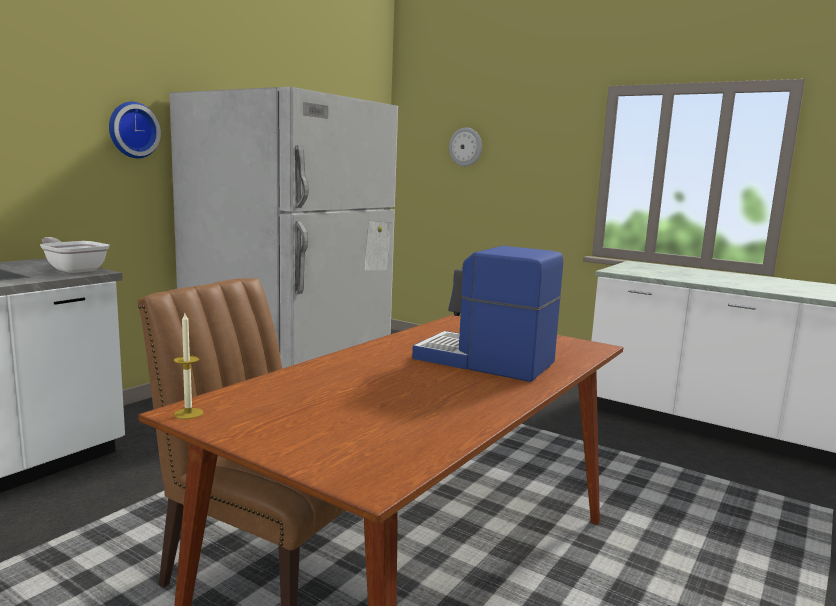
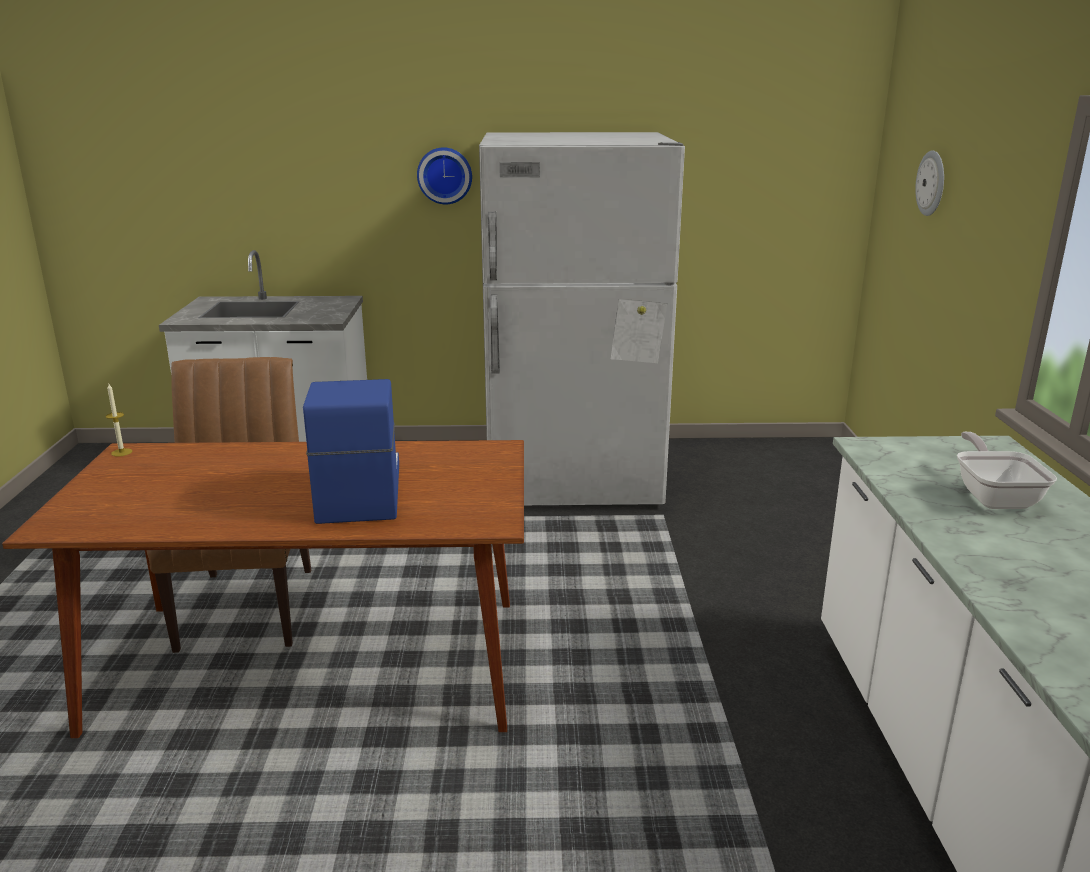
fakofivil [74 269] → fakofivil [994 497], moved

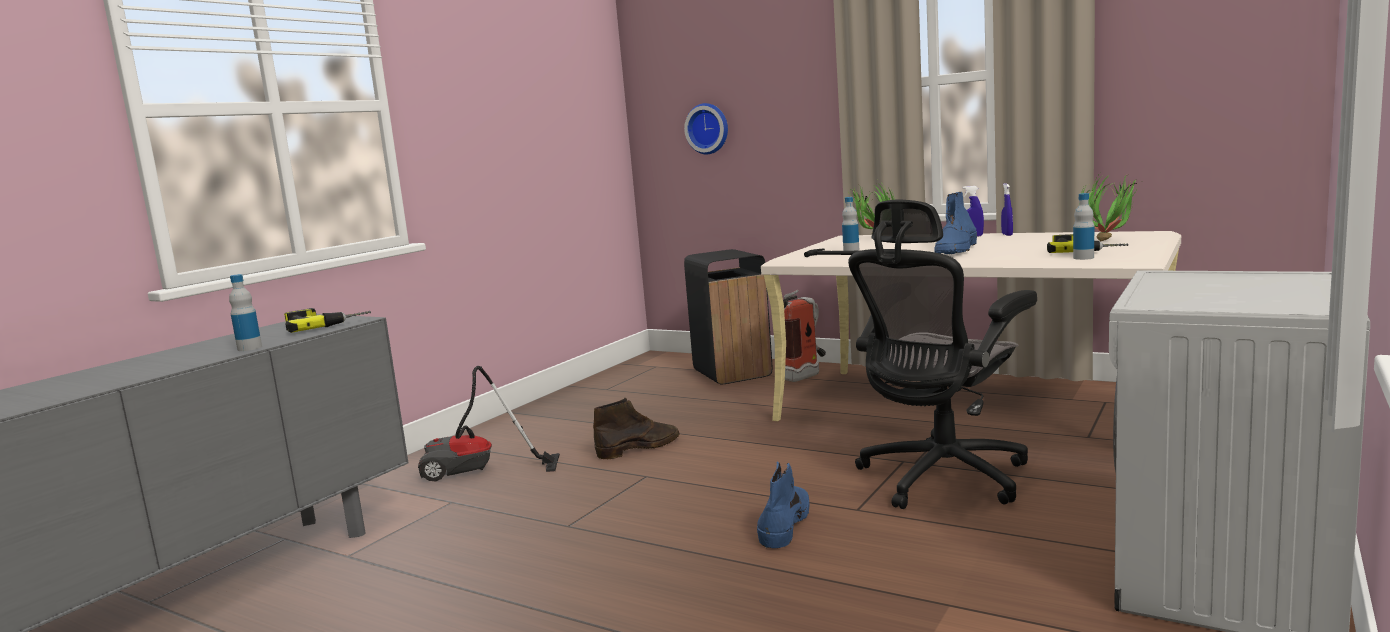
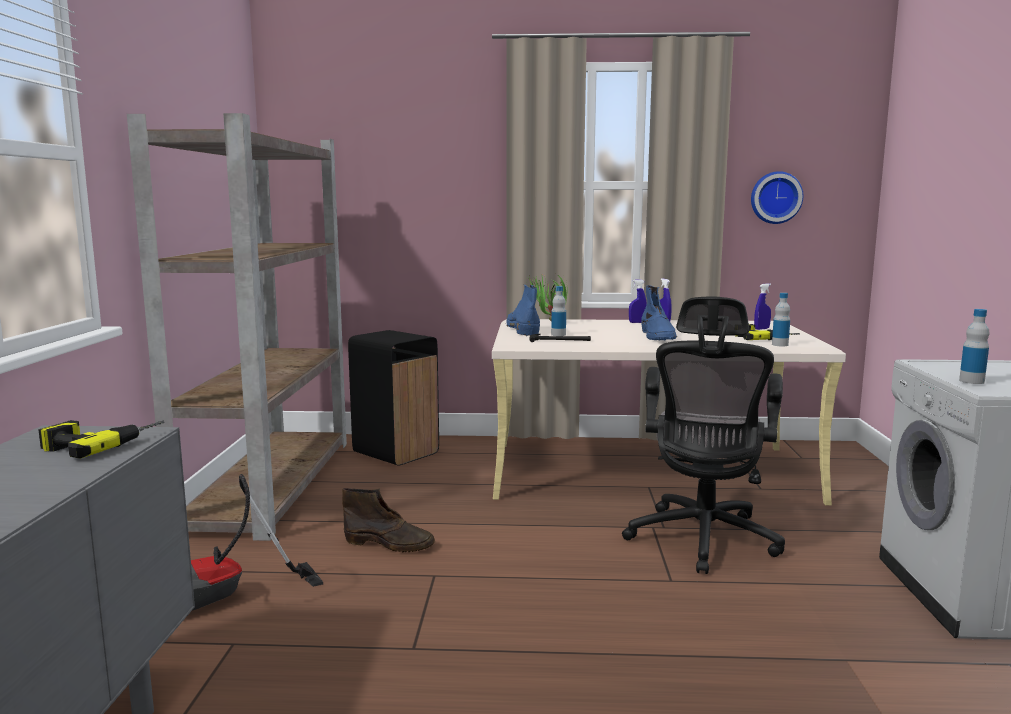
- → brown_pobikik [271 484]
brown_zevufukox [639 447] → brown_zevufukox [390 544], 75 degrees clockwise
blue_zevufukox [785 523] → blue_zevufukox [522 329], moved
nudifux [708 128] → nudifux [775 197], moved
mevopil [1112 240] → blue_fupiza [761 329]
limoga [249 348] → limoga [971 381], moved
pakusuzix [806 376] → -

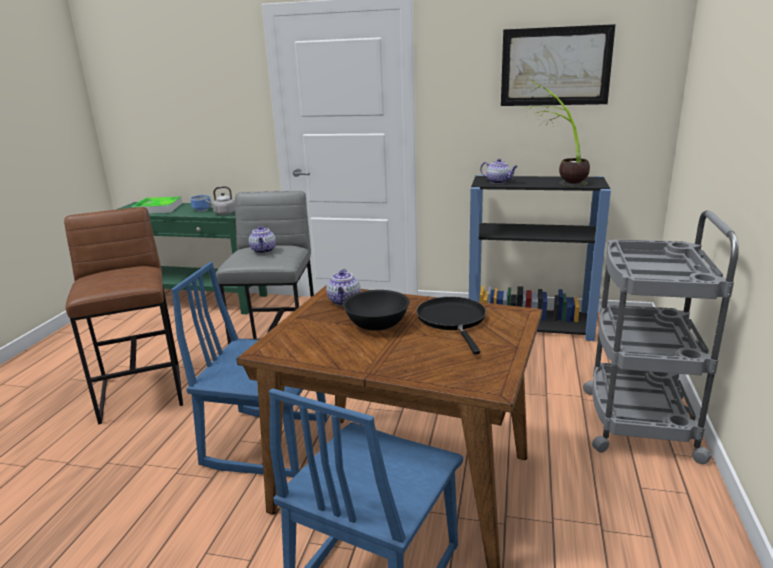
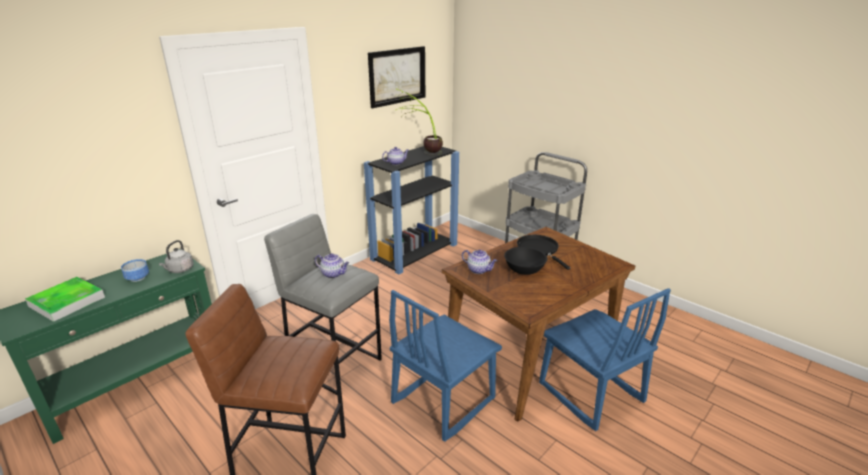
black_fakofivil [452 320] → black_fakofivil [539 249], 45 degrees clockwise

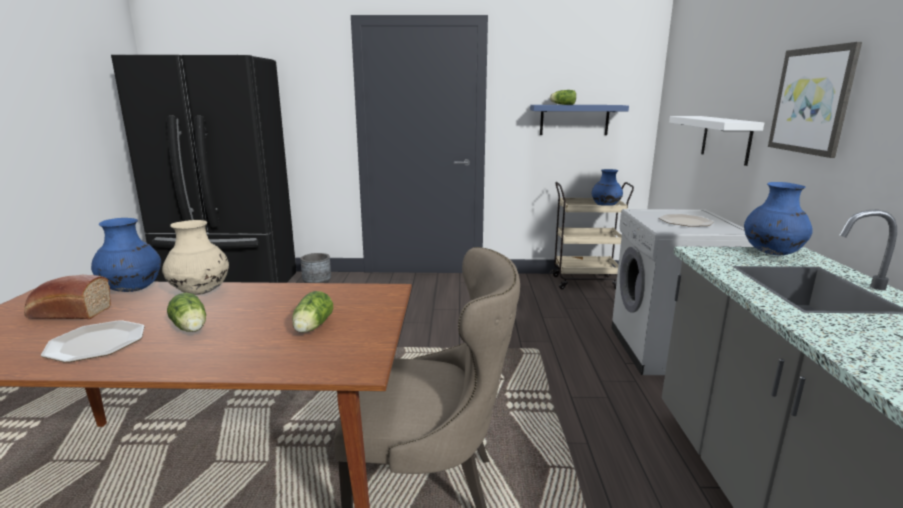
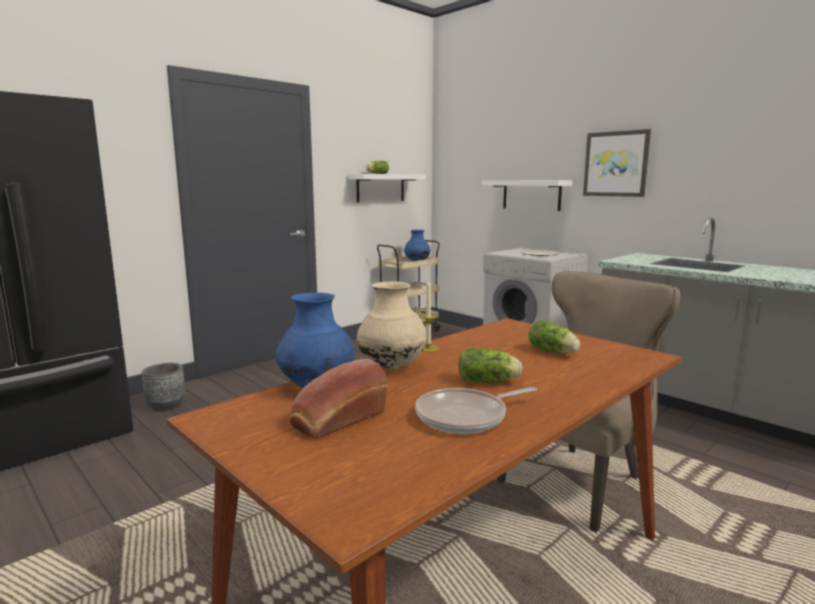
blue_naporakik [574 120] → white_naporakik [380 188]
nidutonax [96 343] → fakofivil [466 417]
- → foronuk [428 348]
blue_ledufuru [771 253] → -

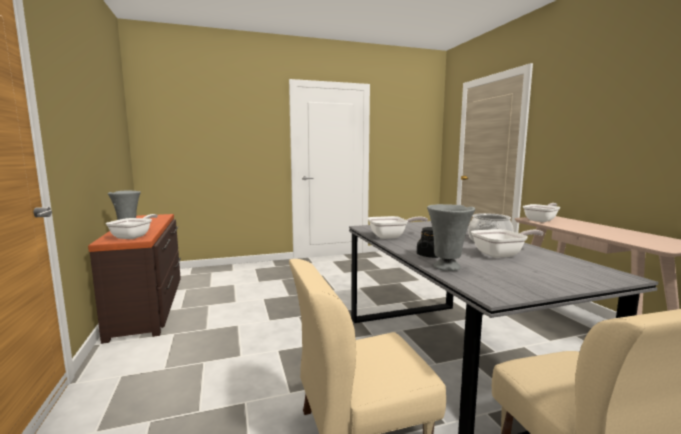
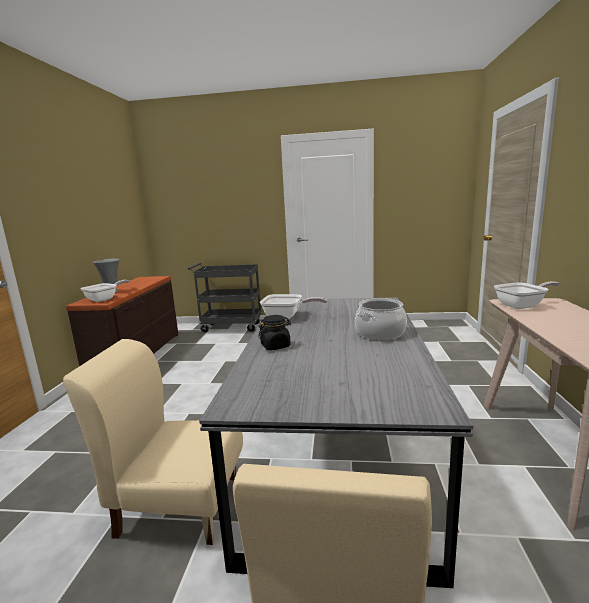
- → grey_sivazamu [230 328]
grey_ledufuru [447 267] → -
fakofivil [502 254] → -

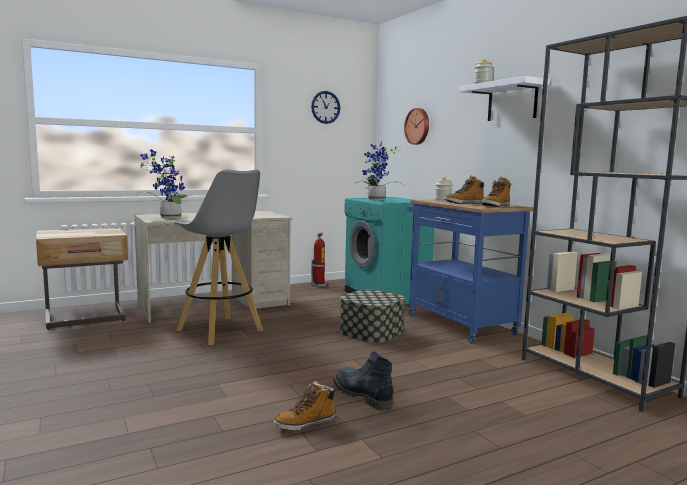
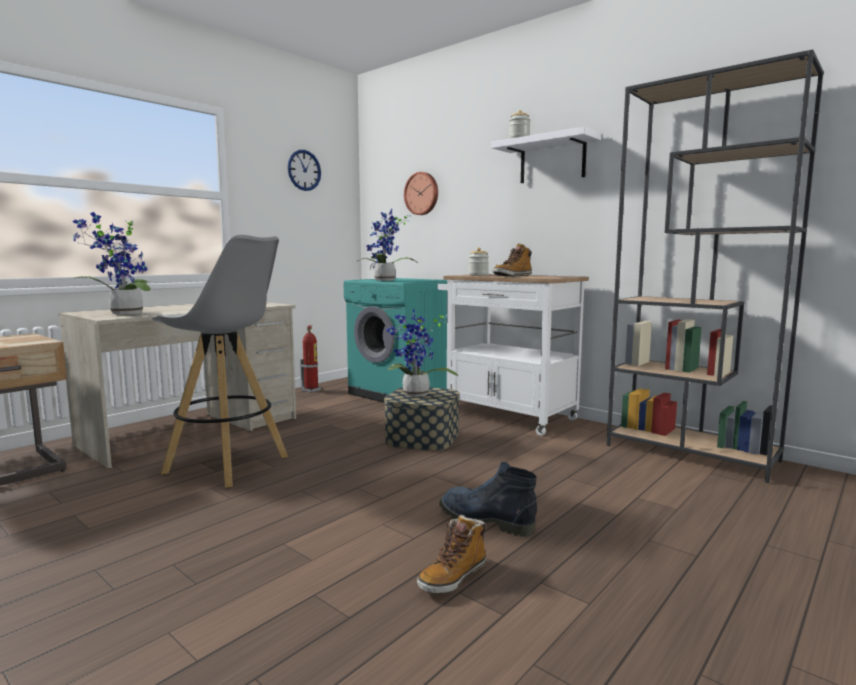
- → mevopil [415 395]
blue_sivazamu [458 324] → white_sivazamu [506 415]
zevufukox [495 206] → -

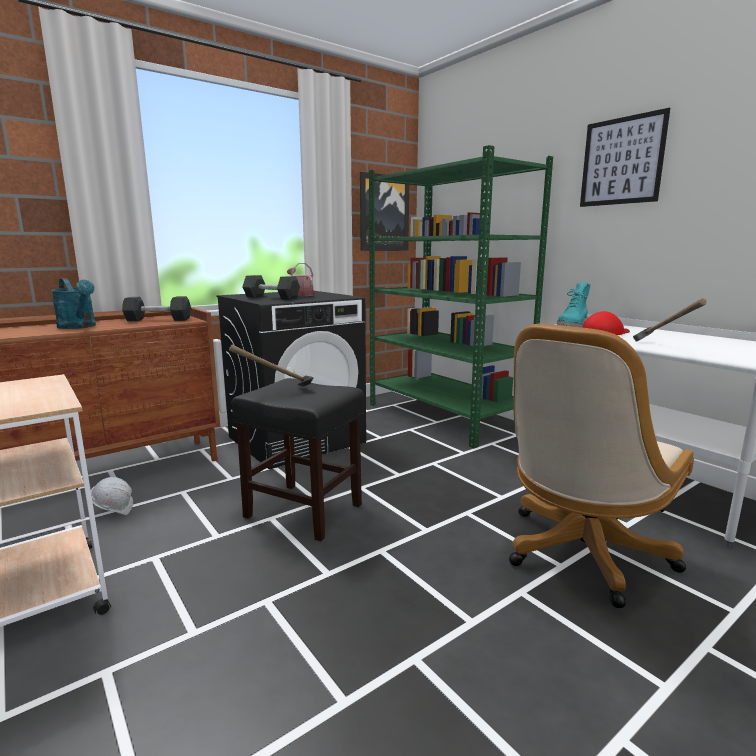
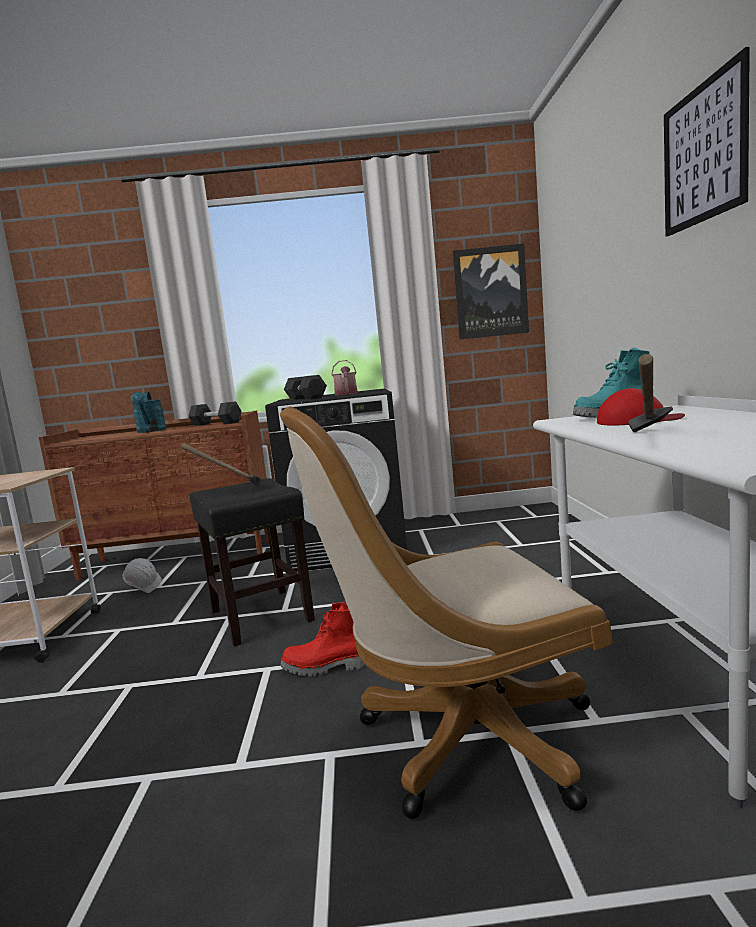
- → red_zevufukox [326 667]
green_pobikik [445 416] → -

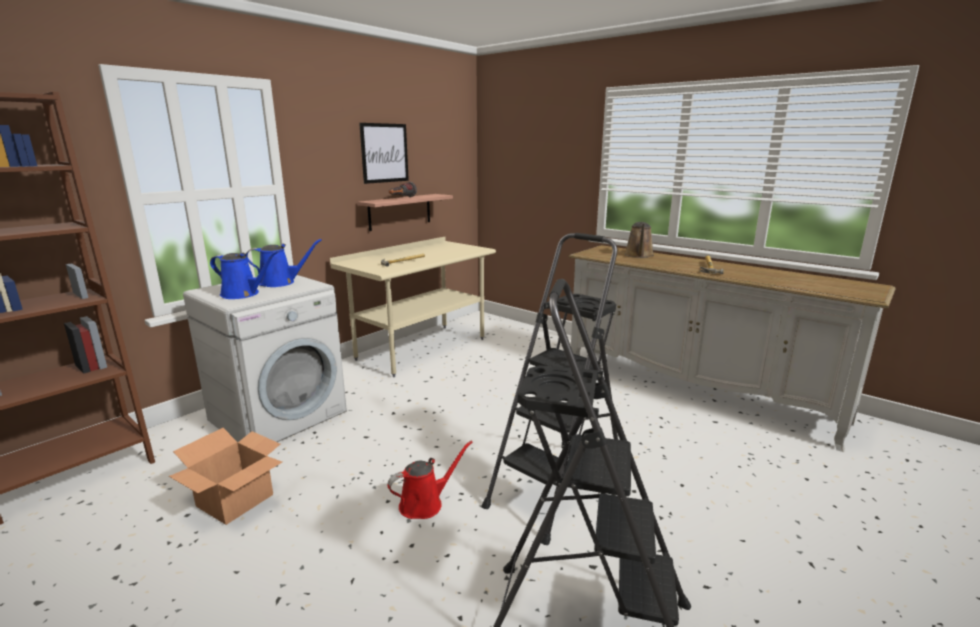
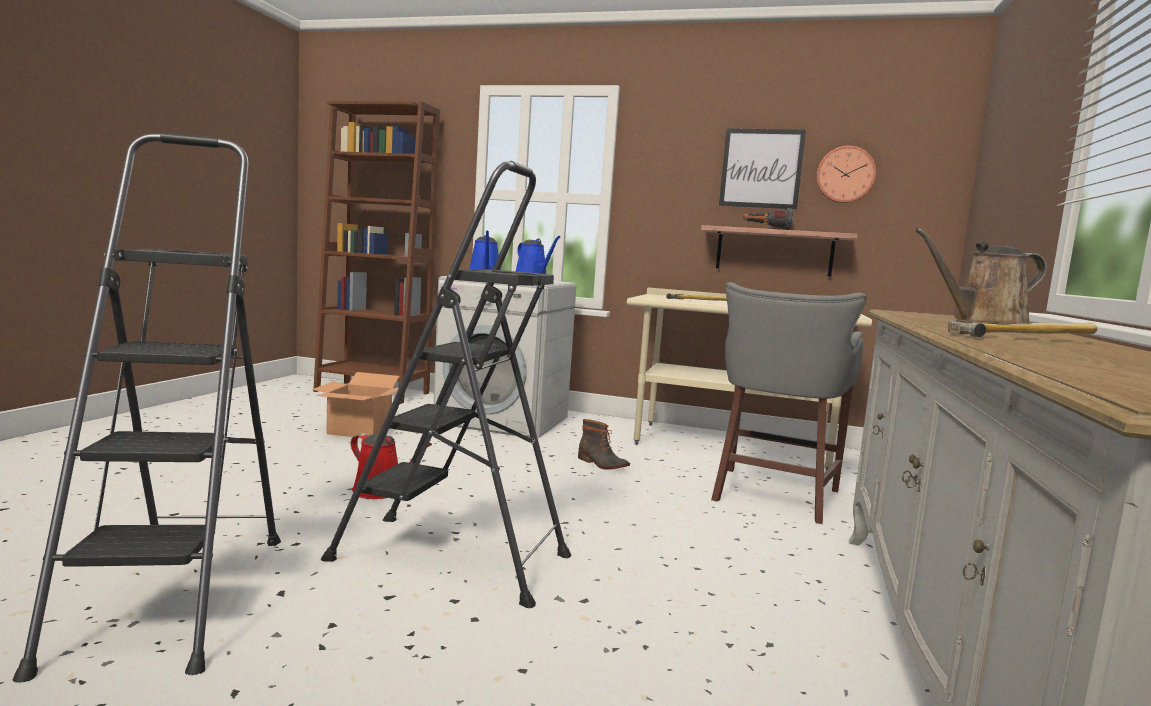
- → zevufukox [601 464]
- → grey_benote [773 496]
- → nudifux [845 175]

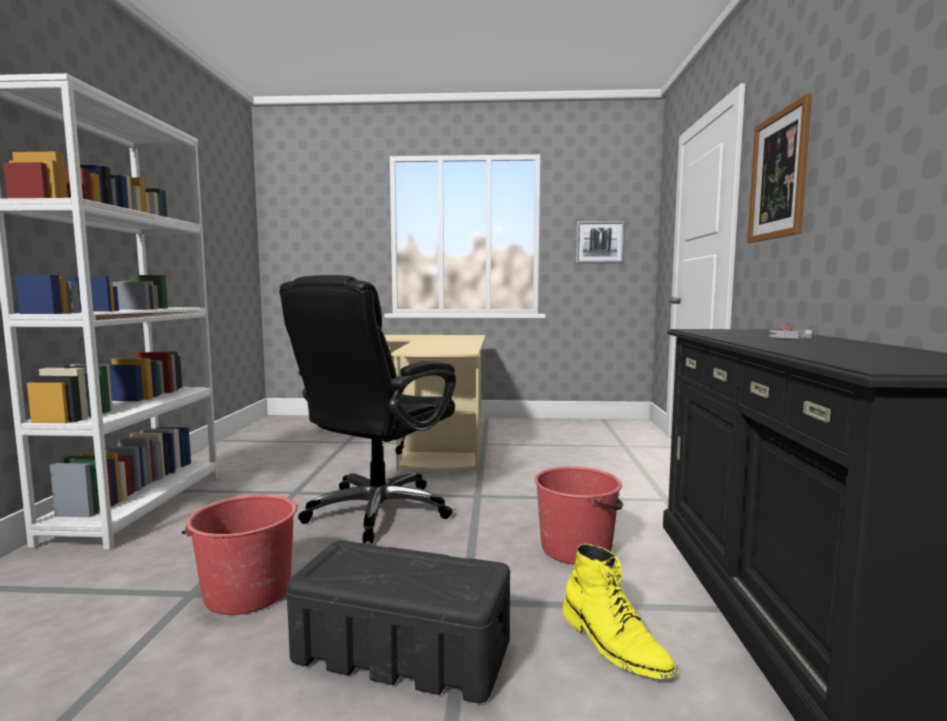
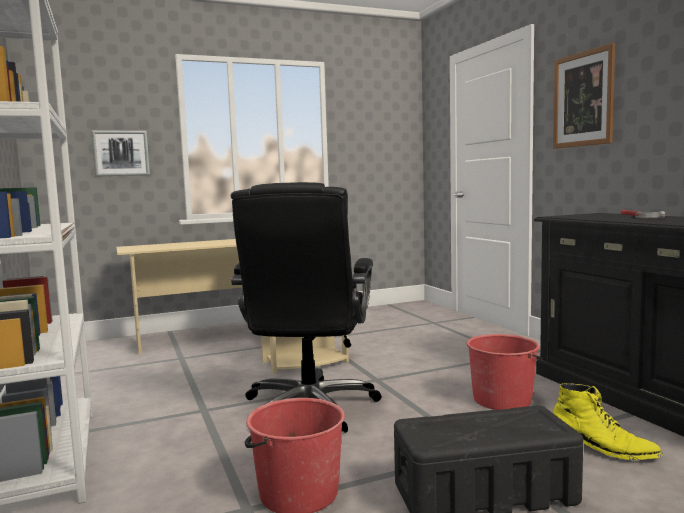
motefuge [599 242] → motefuge [121 153], moved

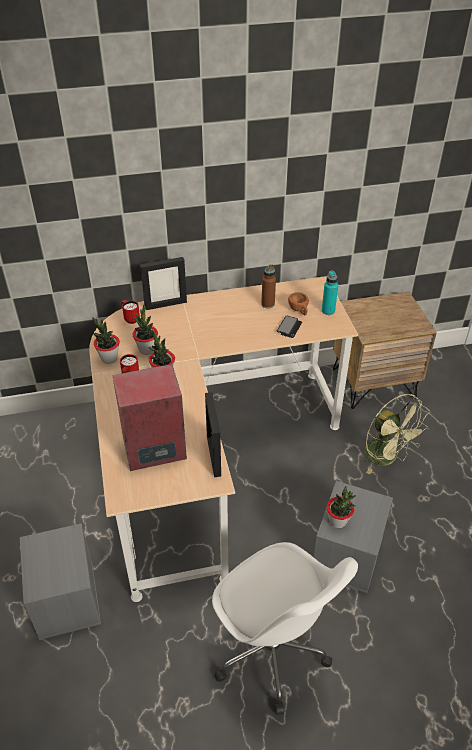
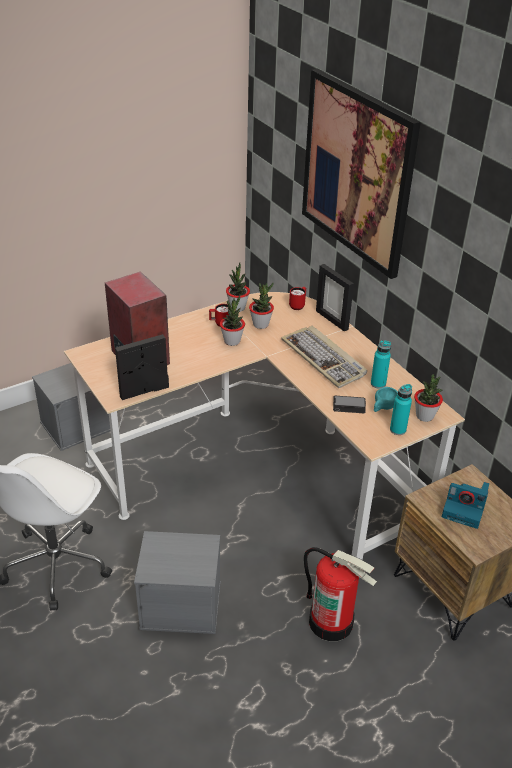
- → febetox [324 359]
- → motefuge [357 172]
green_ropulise [386 458] → pakusuzix [331 621]
brown_limoga [268 304] → turquoise_limoga [378 383]
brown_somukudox [299 310] → turquoise_somukudox [383 408]
mevopil [338 521] → mevopil [424 416], moved
- → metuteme [465 509]

